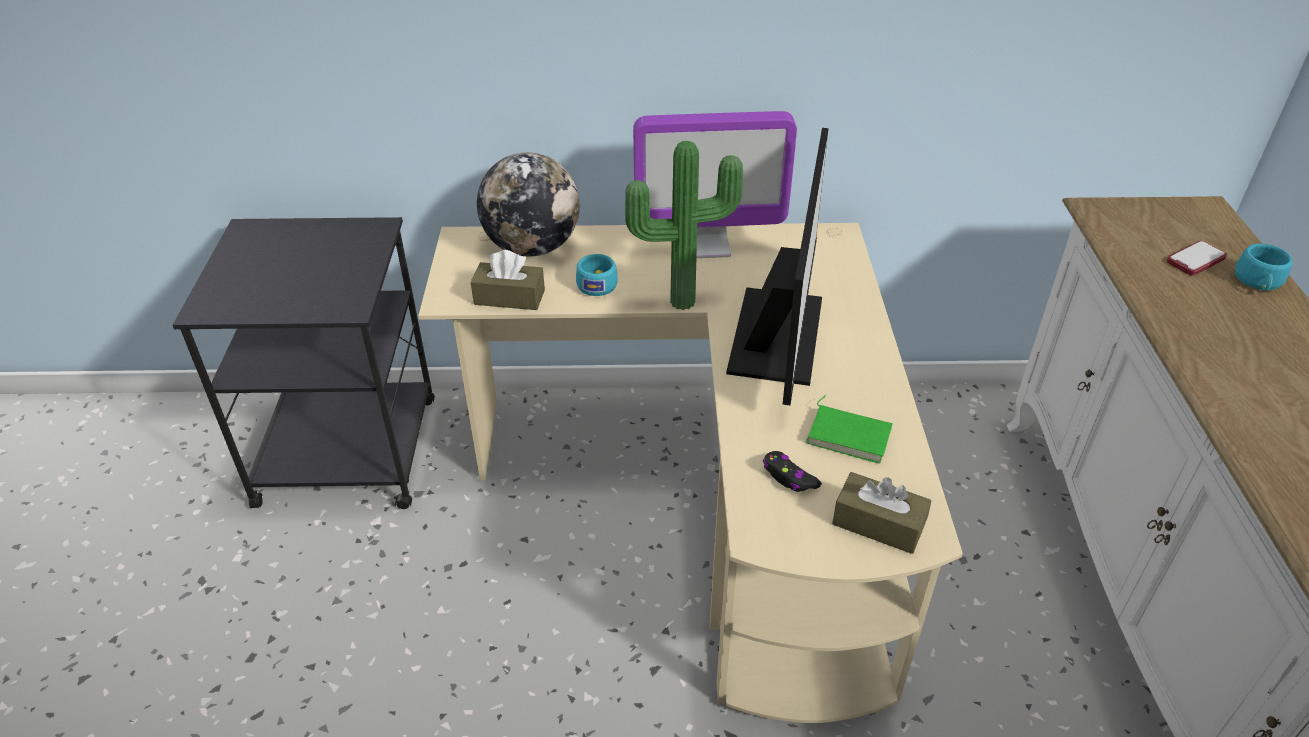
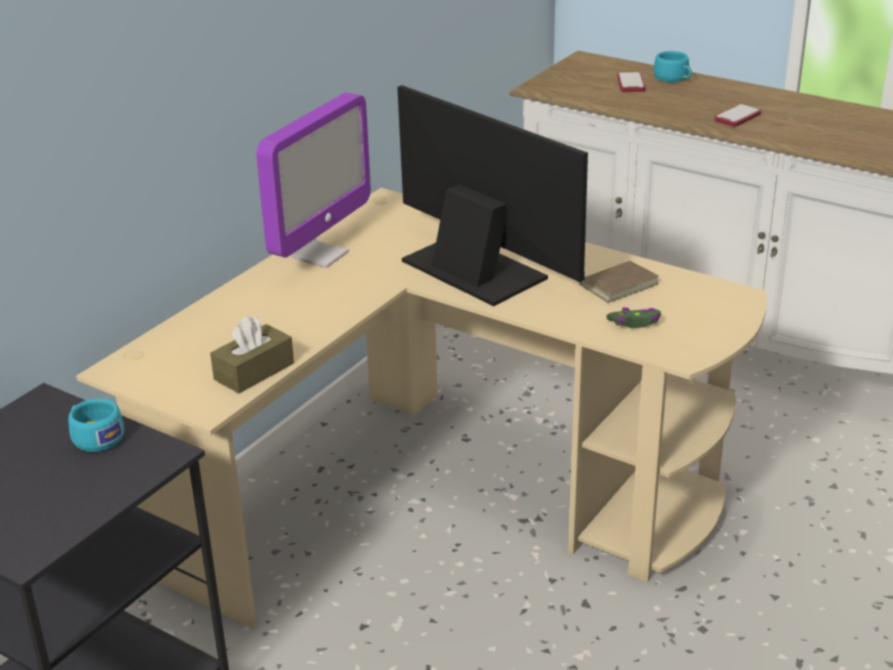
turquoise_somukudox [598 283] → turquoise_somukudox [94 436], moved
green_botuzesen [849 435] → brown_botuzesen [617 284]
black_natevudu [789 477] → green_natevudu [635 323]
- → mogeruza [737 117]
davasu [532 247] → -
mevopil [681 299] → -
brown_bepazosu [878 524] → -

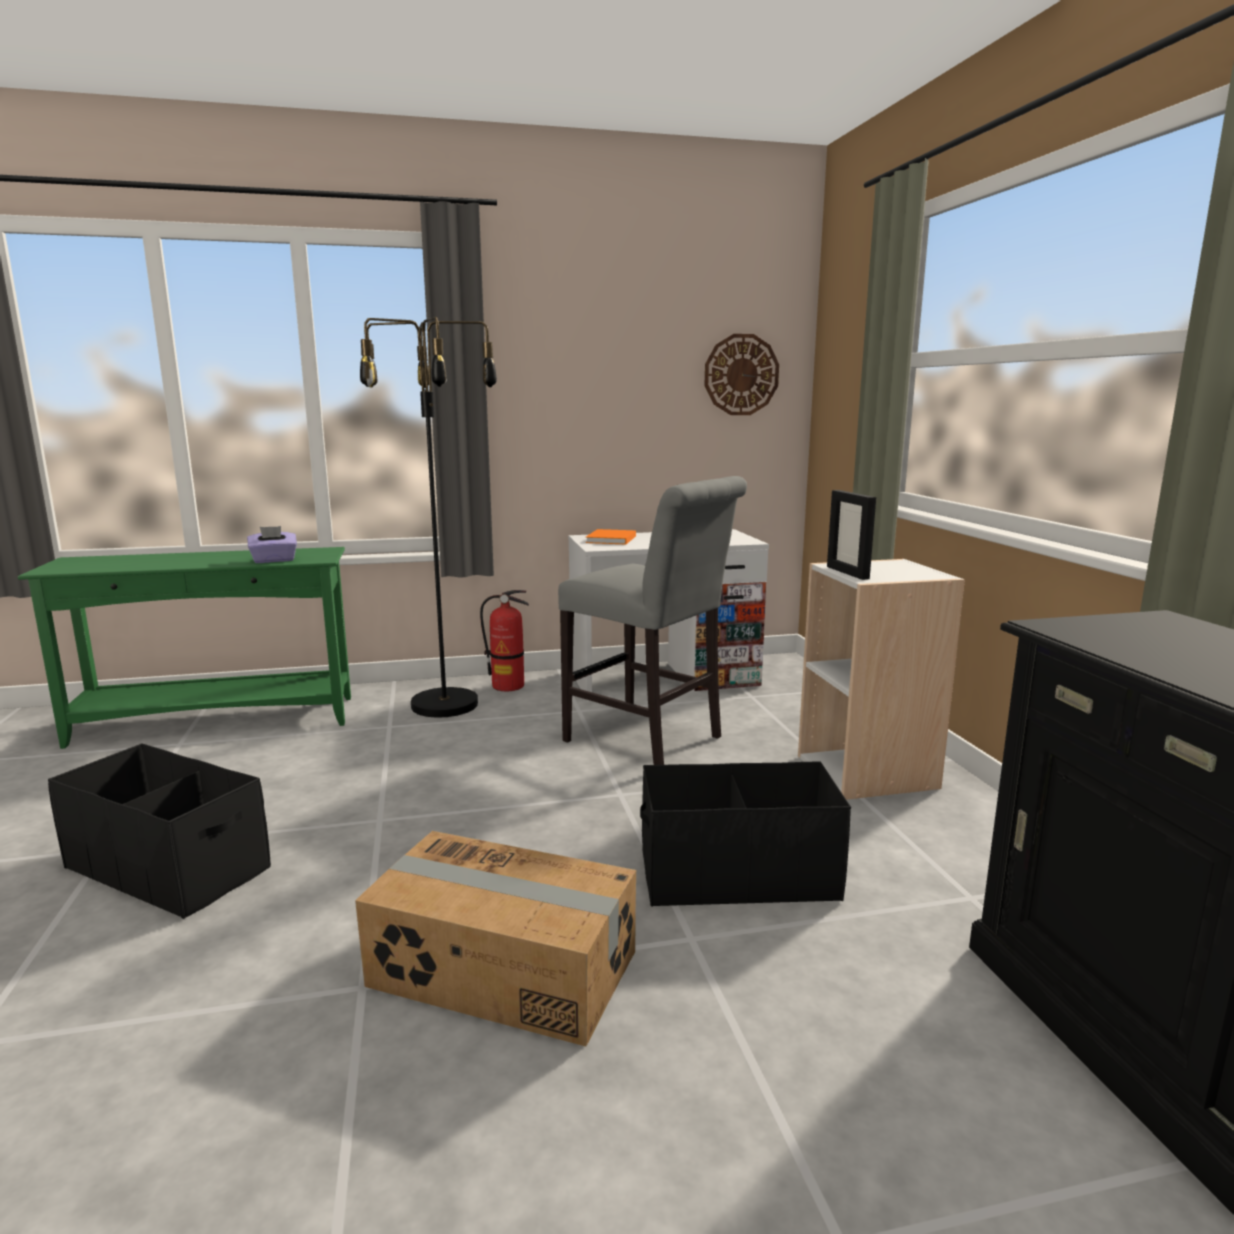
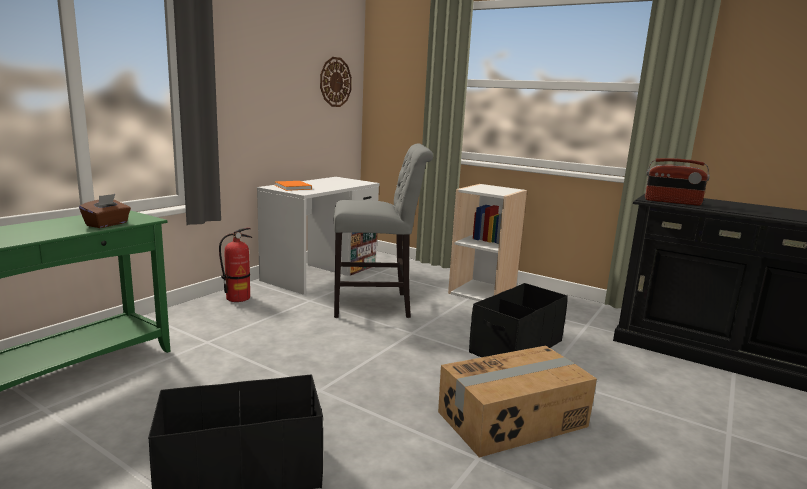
purple_bepazosu [274 560] → brown_bepazosu [107 224]
- → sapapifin [672 202]
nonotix [443 705] → -
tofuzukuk [848 572] → -

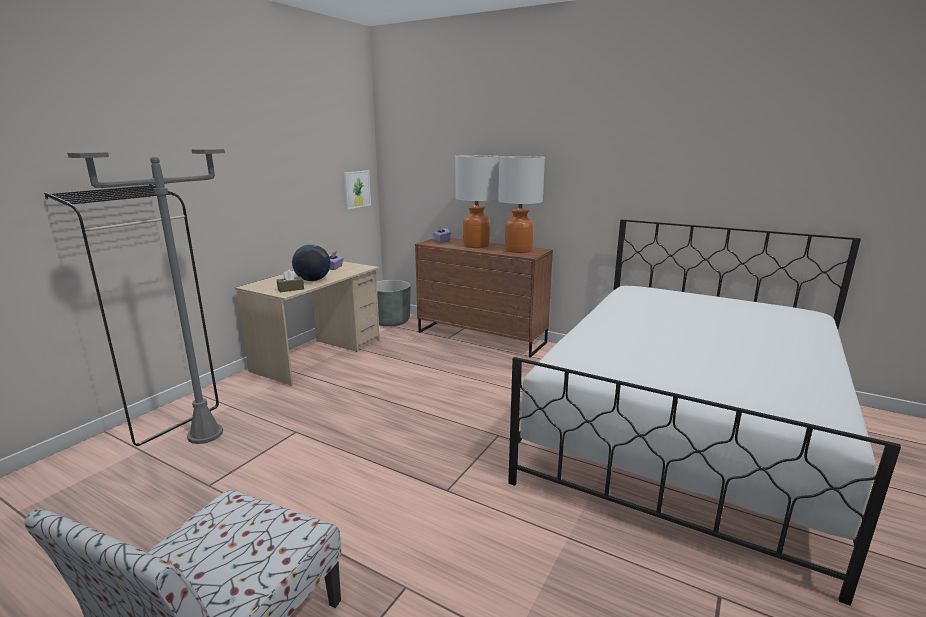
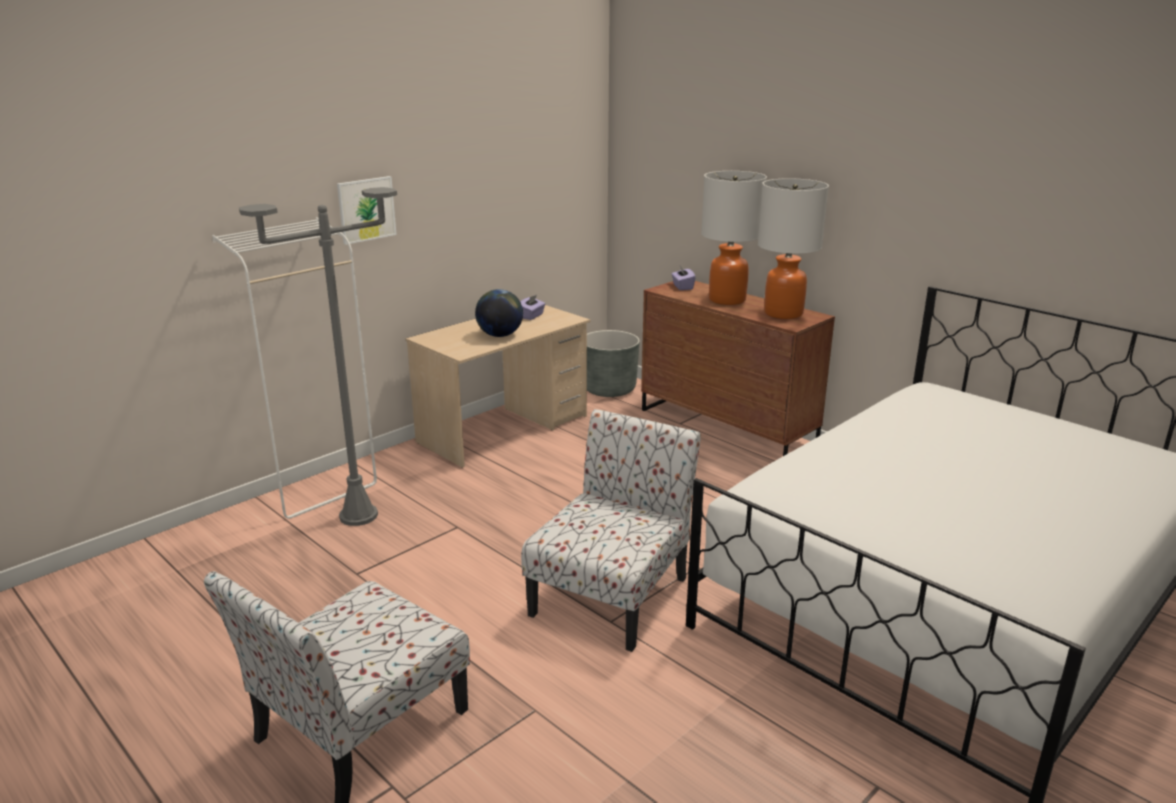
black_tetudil [166 419] → white_tetudil [319 491]
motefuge [356 189] → motefuge [366 209], moved
- → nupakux [612 594]
brown_bepazosu [291 289] → -

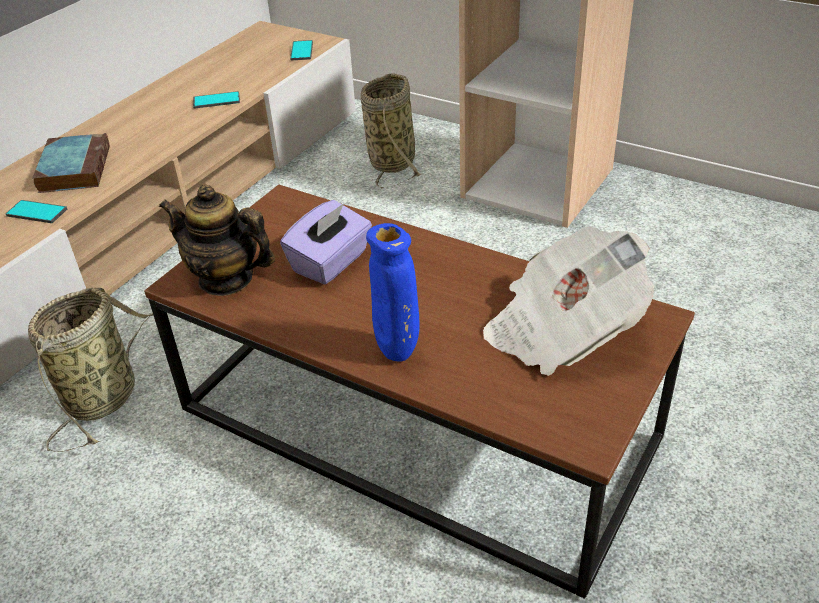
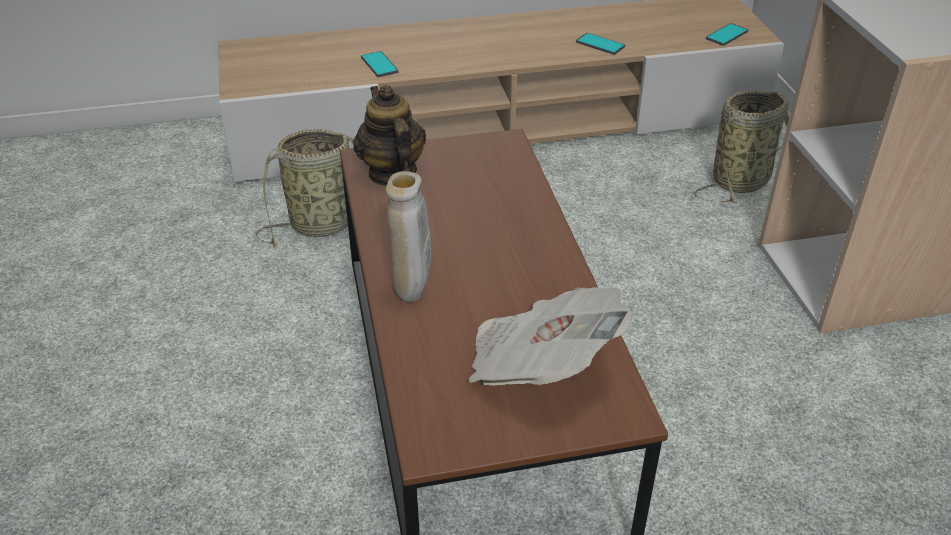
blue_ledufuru [398 352] → beige_ledufuru [413 294]
botuzesen [74 168] → -
purple_bepazosu [331 262] → -

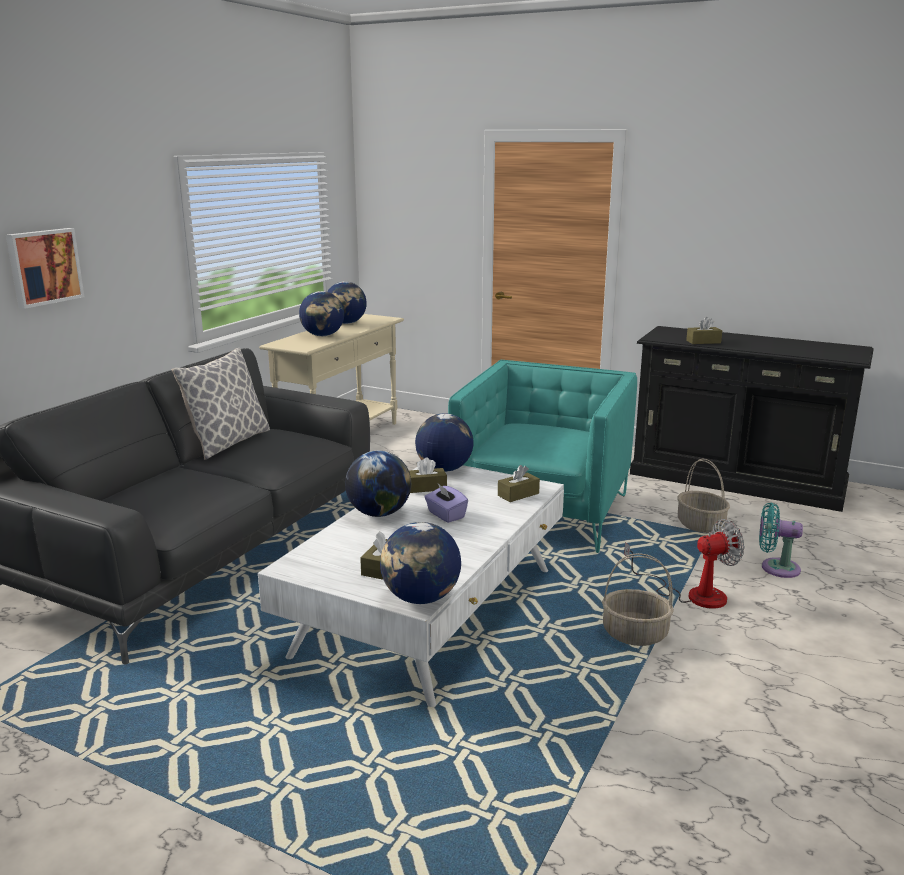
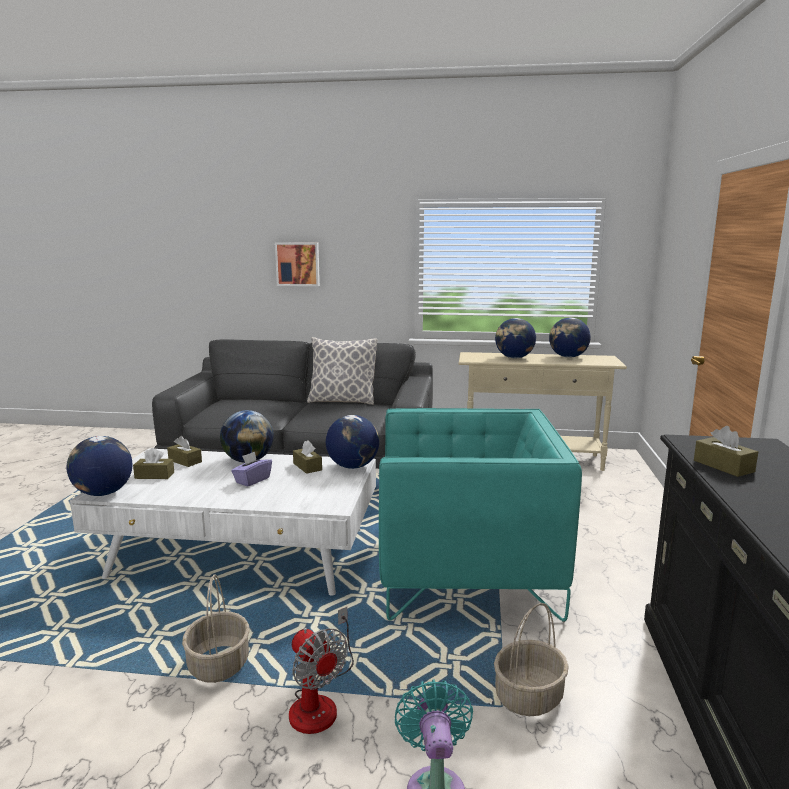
brown_bepazosu [518 494] → brown_bepazosu [185 461], moved

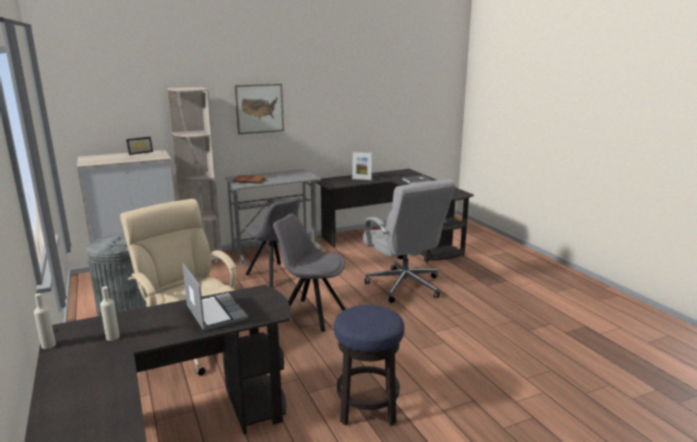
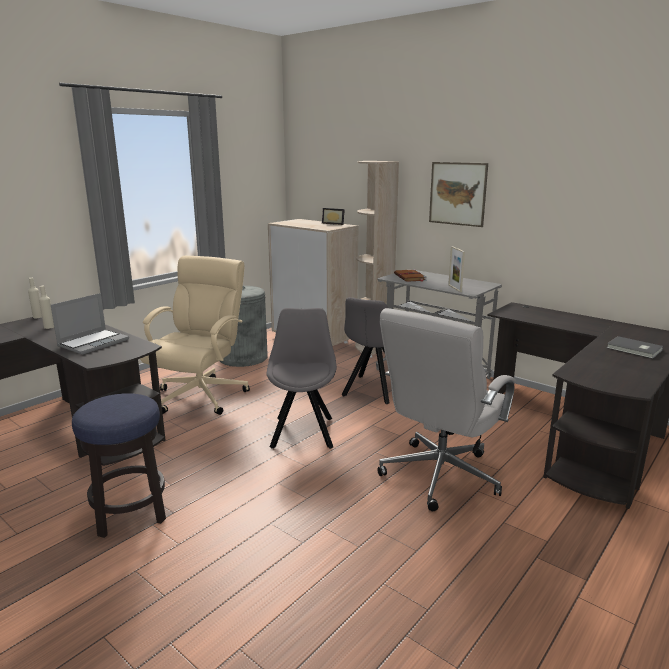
tofuzukuk [361 179] → tofuzukuk [454 288], moved

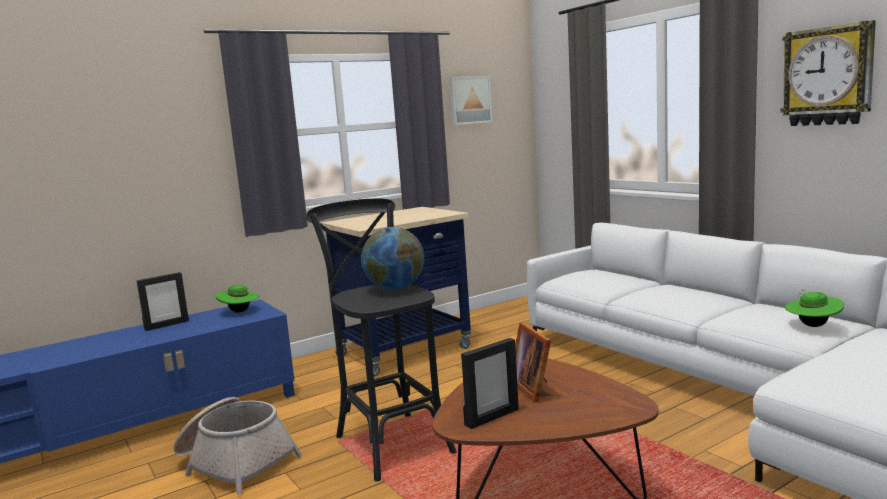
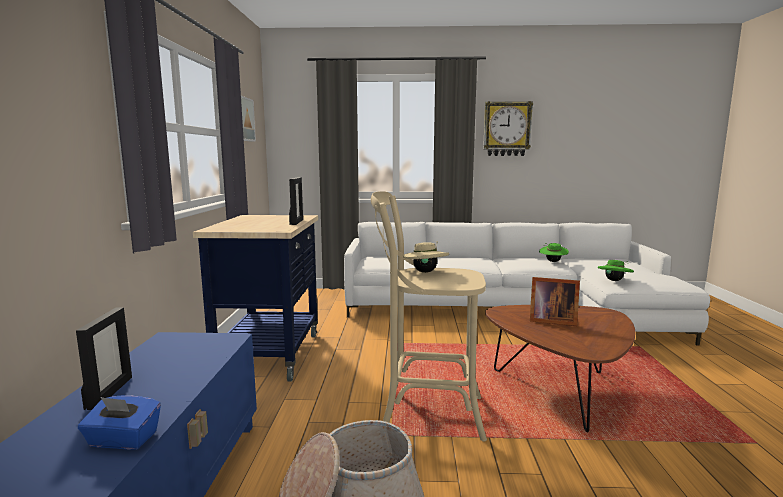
- → blue_bepazosu [123 440]
tofuzukuk [492 417] → tofuzukuk [296 222], moved
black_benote [391 441] → beige_benote [427 413]
davasu [395 289] → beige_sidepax [425 272]
green_sidepax [239 312] → green_sidepax [614 280], moved

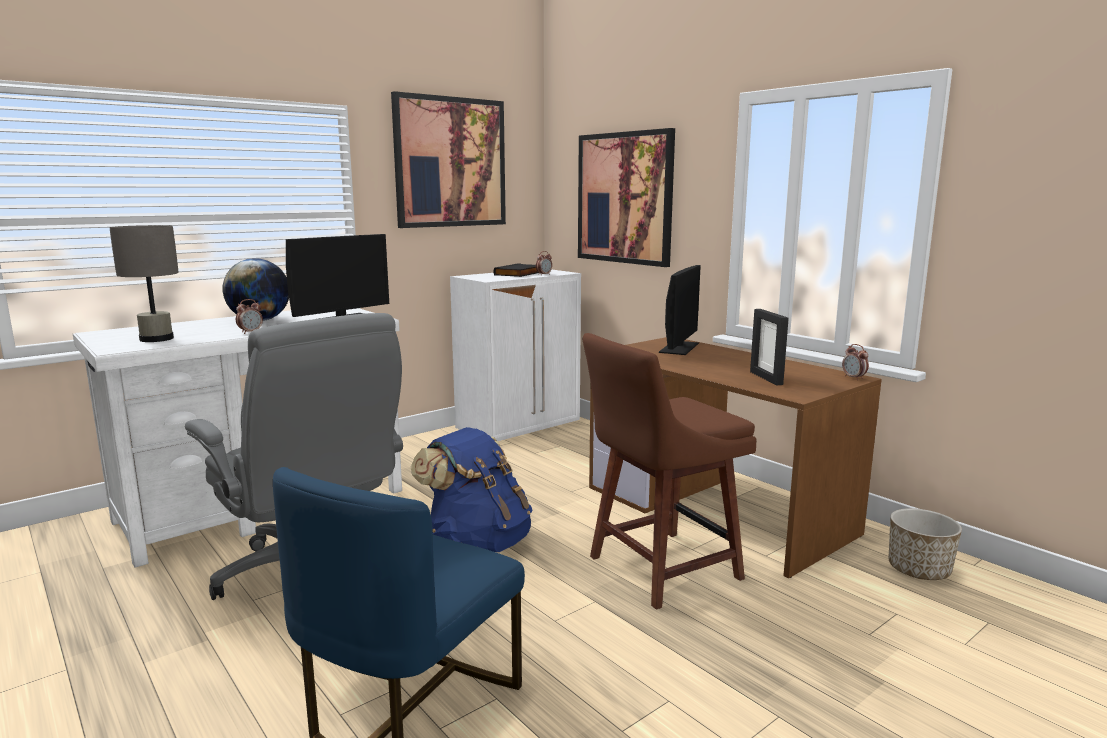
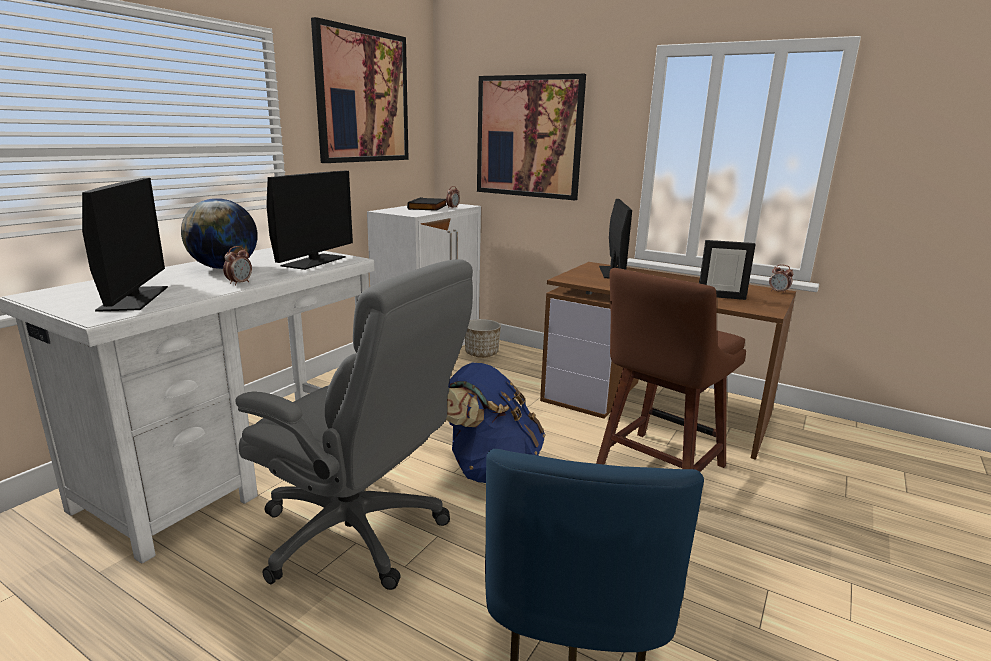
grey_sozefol [157 339] → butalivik [134 298]
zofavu [919 570] → zofavu [481 353], moved
tofuzukuk [767 378] → tofuzukuk [721 296], 45 degrees counterclockwise

